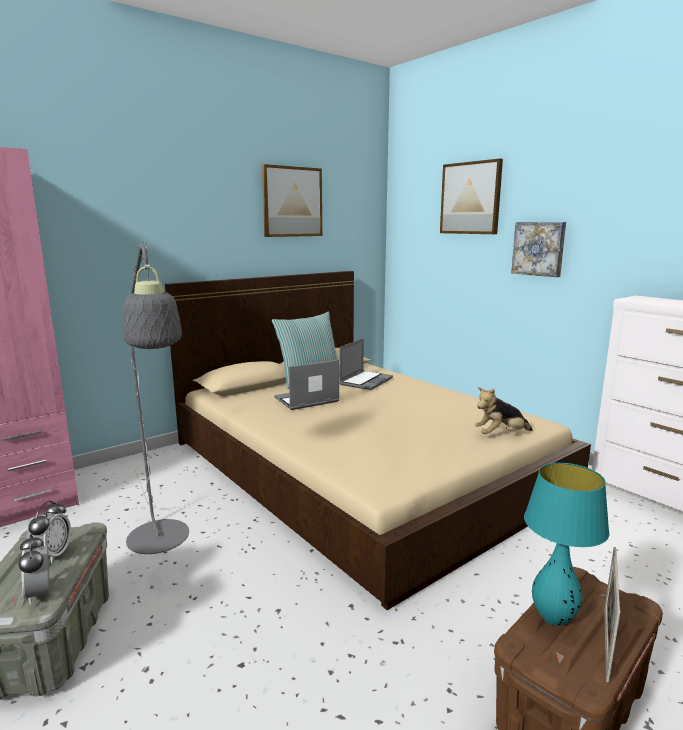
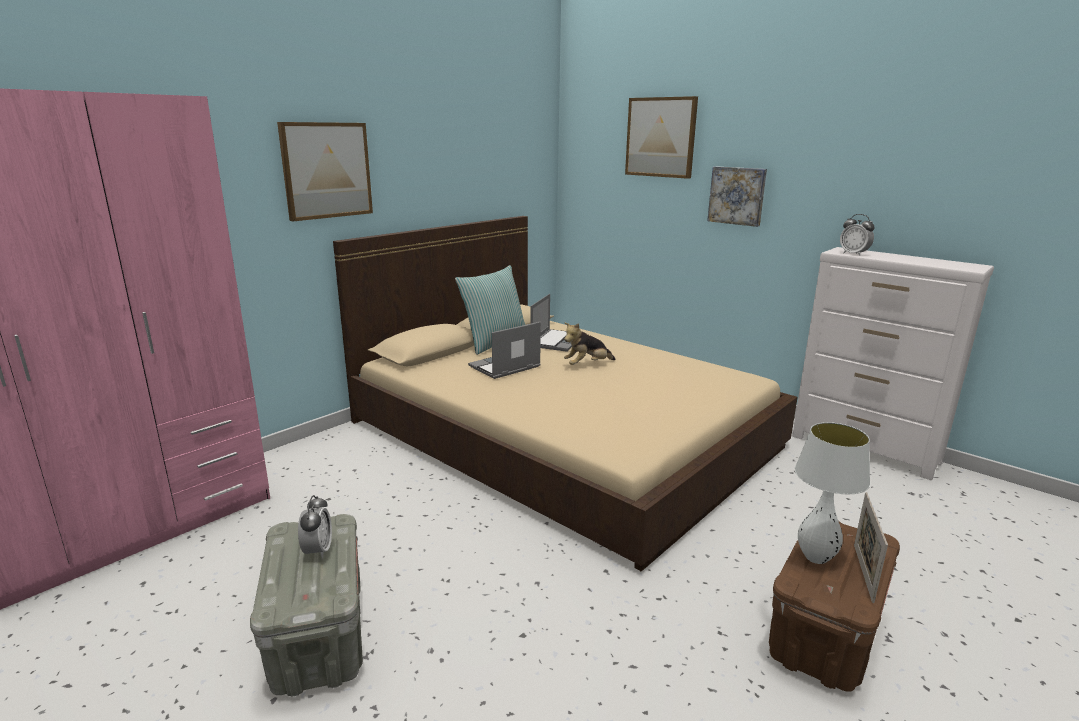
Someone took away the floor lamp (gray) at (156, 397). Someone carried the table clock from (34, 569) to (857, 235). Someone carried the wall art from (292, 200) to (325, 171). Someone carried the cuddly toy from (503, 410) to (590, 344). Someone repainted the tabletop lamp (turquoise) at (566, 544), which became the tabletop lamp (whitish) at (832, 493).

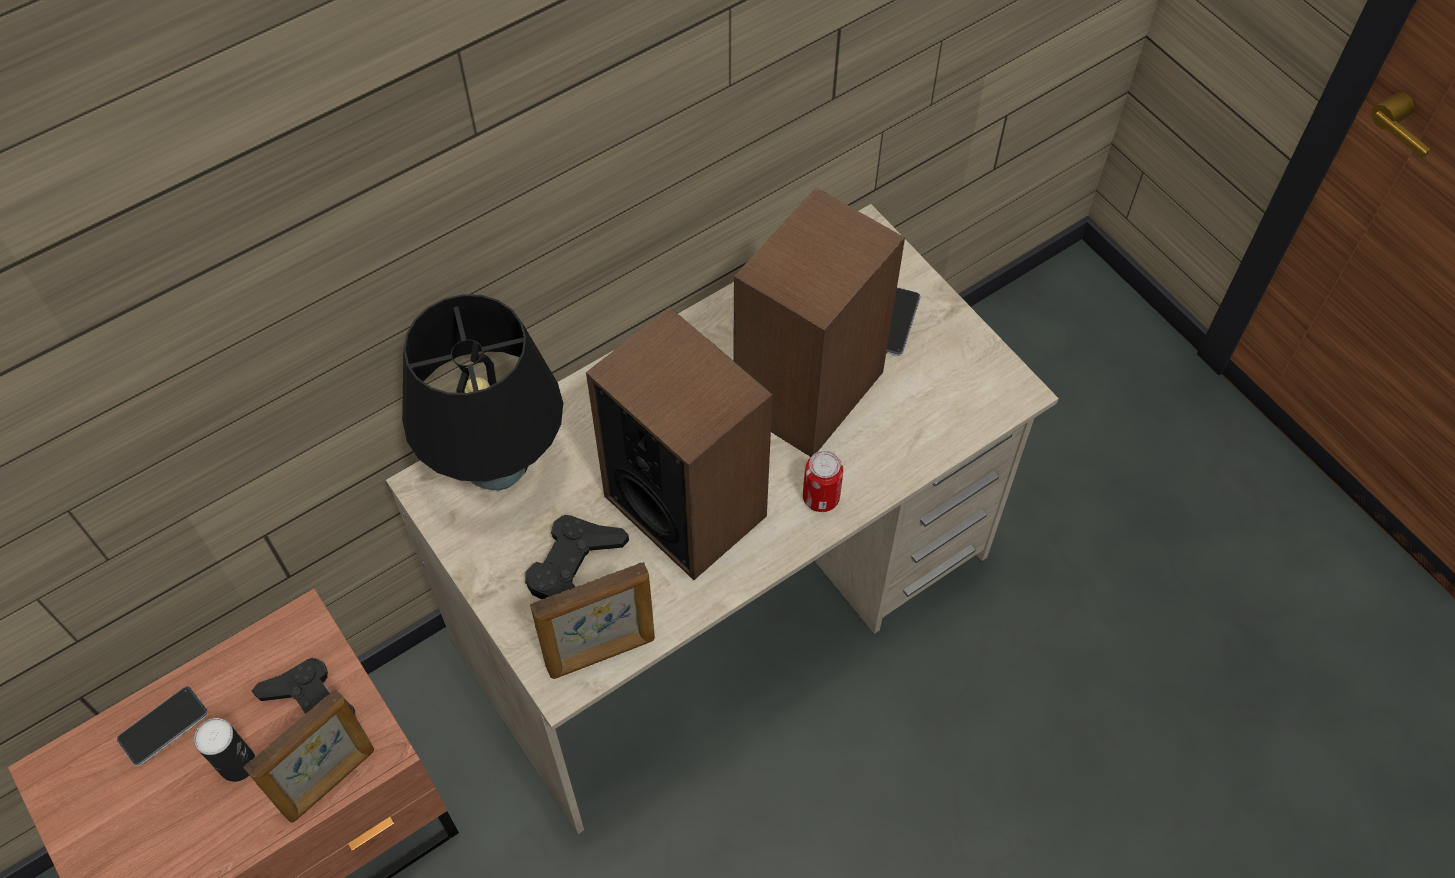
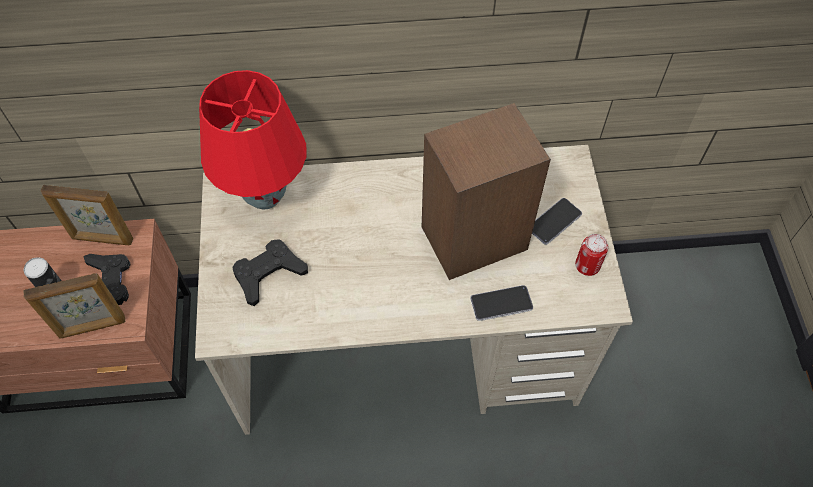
Someone took away the audio speaker at (679, 443). Someone carried the phone from (162, 726) to (501, 303). Someone carried the picture frame from (592, 620) to (86, 215). Someone carried the sealed can from (823, 481) to (591, 255). Someone repainted the tabletop lamp (black) at (482, 392), which became the tabletop lamp (reddish) at (253, 139).

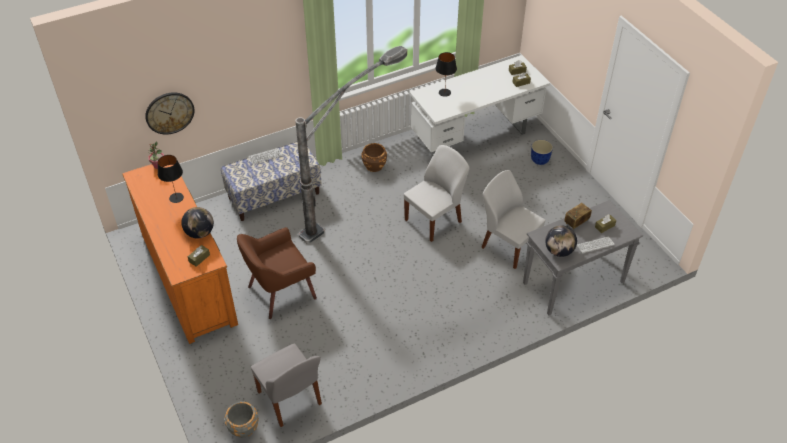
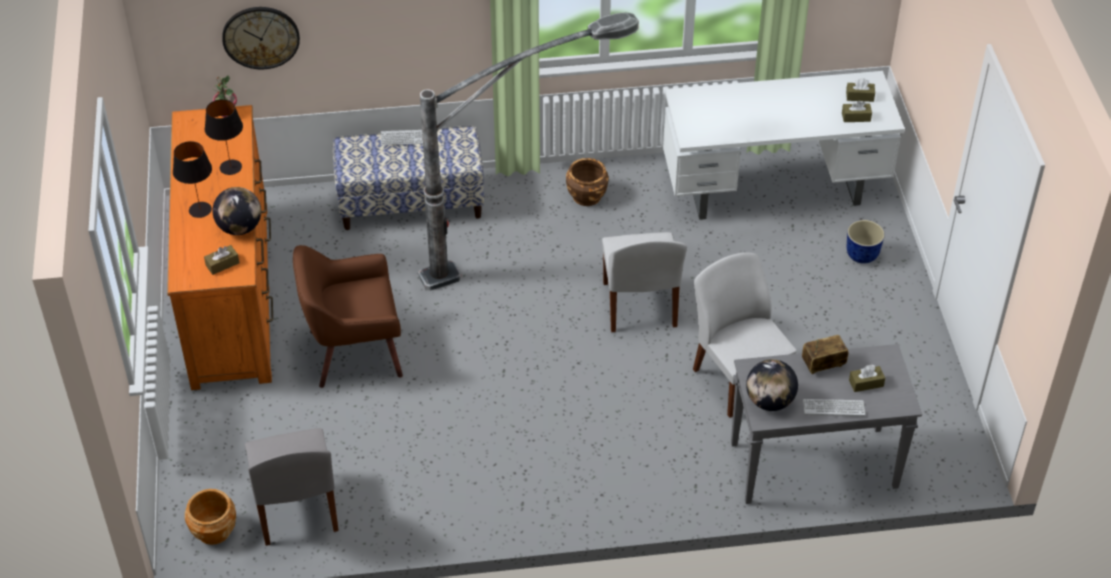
Someone carried the tabletop lamp (black) from (446, 74) to (192, 179). Someone repainted the flower pot (gray) at (242, 419), which became the flower pot (brownish) at (210, 517). Someone rotated the plain chair (whitish) at (437, 193) by 105 degrees clockwise.

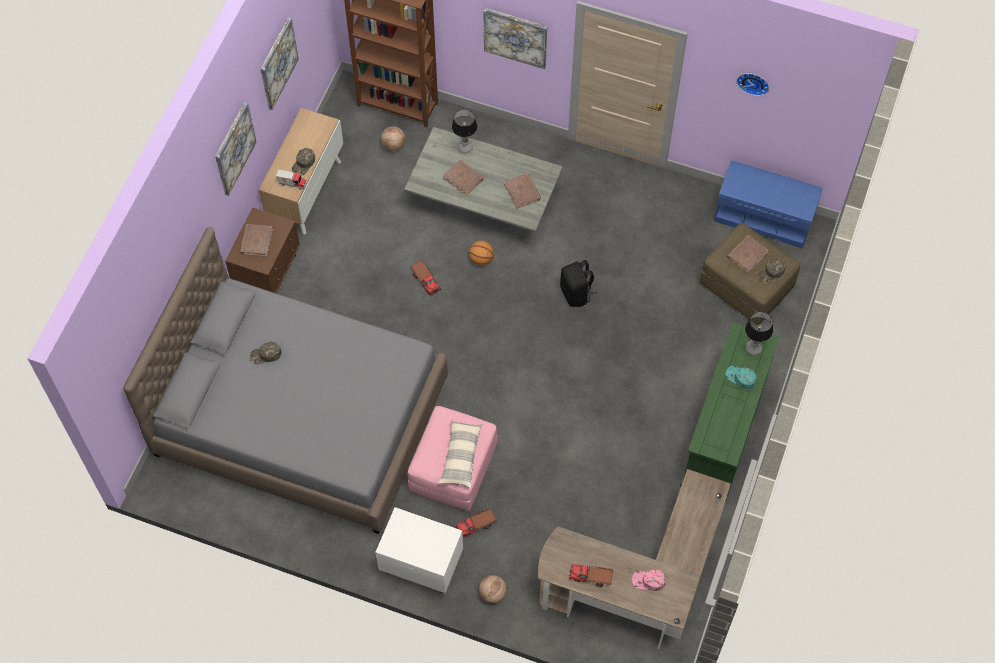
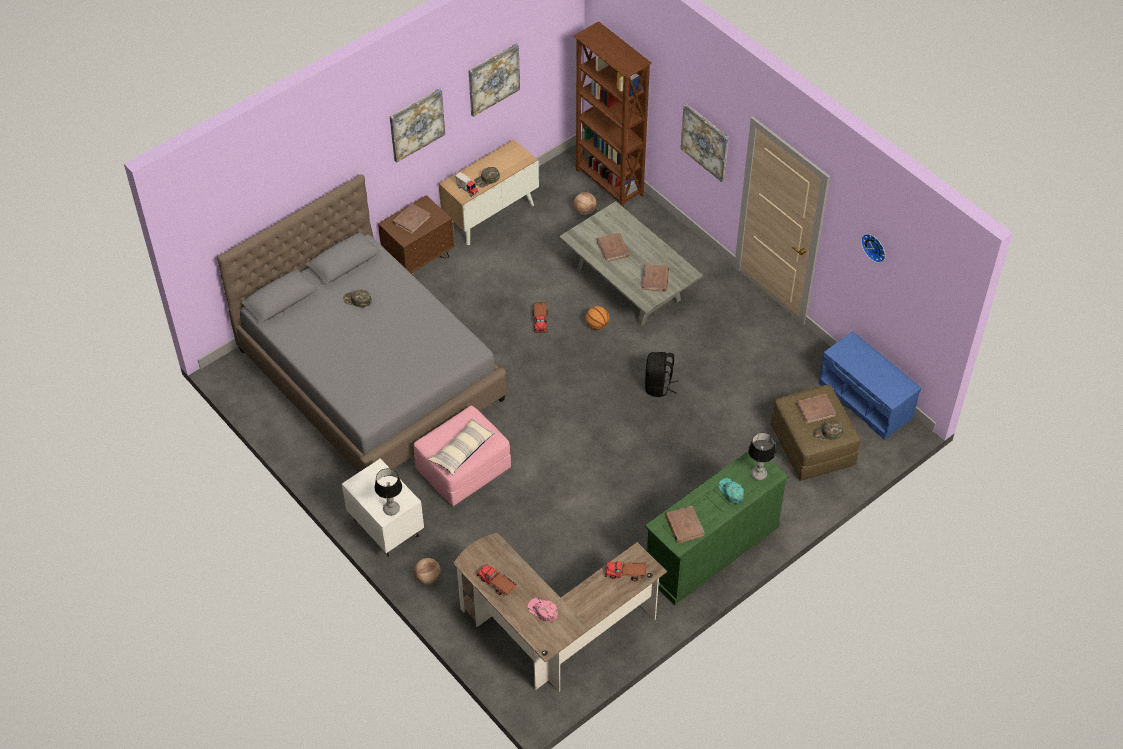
Someone put down the bound book (brownish) at (684, 524). Someone carried the tabletop lamp from (464, 131) to (388, 492). Someone carried the toy truck from (476, 522) to (626, 571).

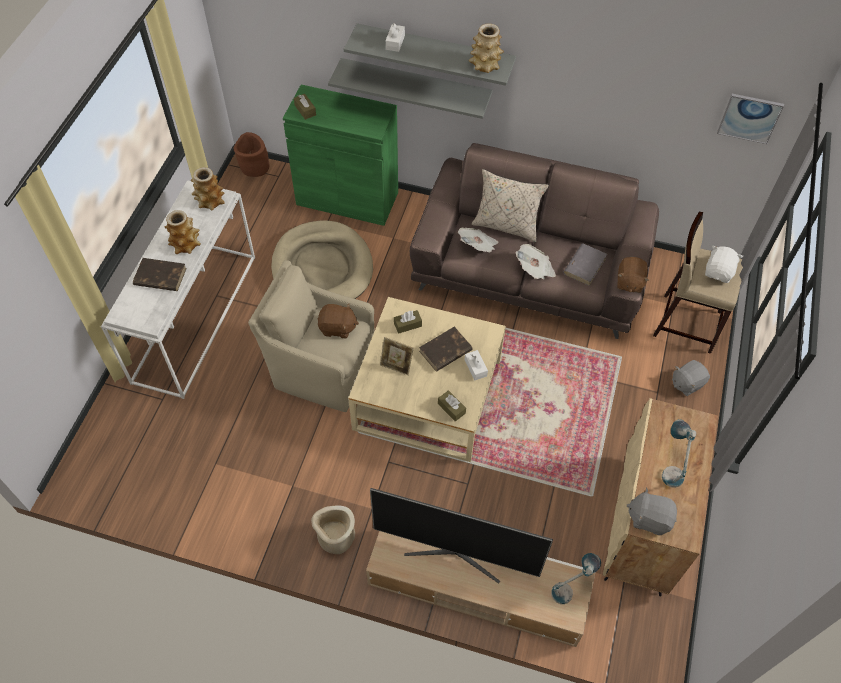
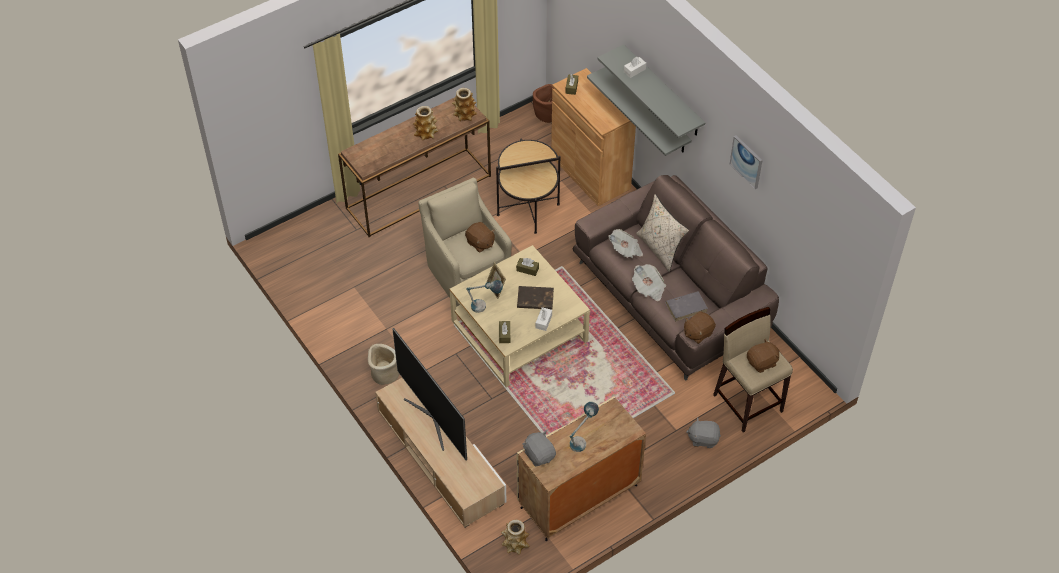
Someone took away the bound book (brownish) at (160, 274). Someone carried the decorative vase from (486, 48) to (515, 537). Someone carried the tabletop lamp from (576, 578) to (484, 296). Someone carried the wall art from (750, 119) to (746, 162). Someone swapped the dog cushion (sand-coloured) at (322, 259) for the side table at (528, 186). Someone repainted the hall table (whitish) at (178, 289), which became the hall table (brownish) at (414, 167). Someone repainted the cupboard (green) at (340, 155), which became the cupboard (brownish) at (593, 137). Someone repainted the cuddly toy (whitish) at (724, 264), which became the cuddly toy (brownish) at (763, 355).

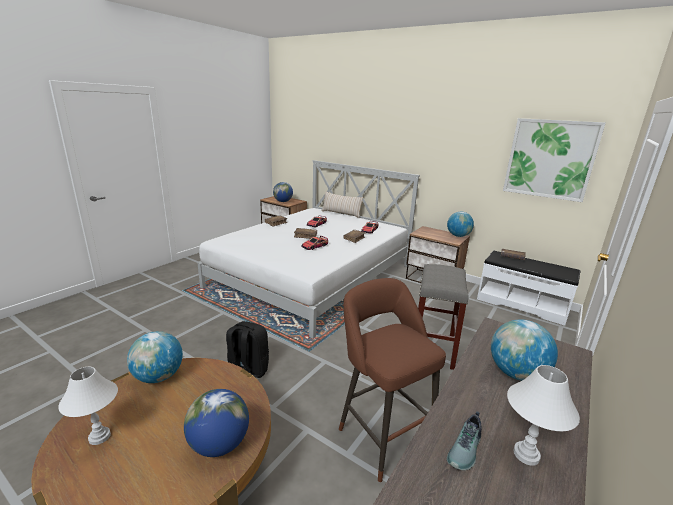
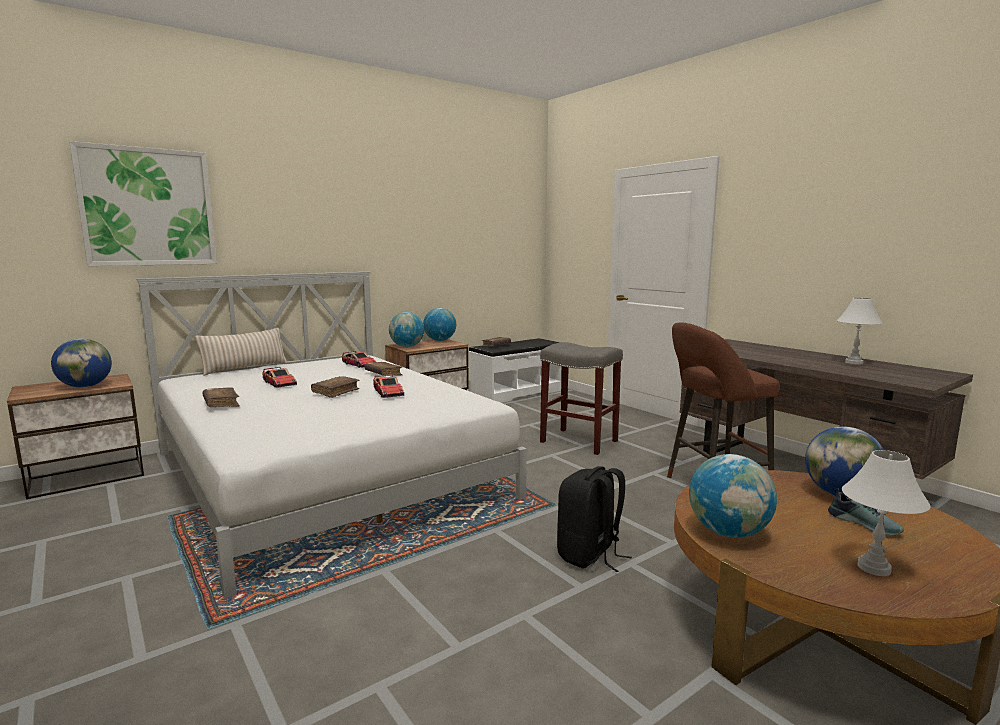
Someone carried the low shoe from (464, 441) to (866, 512). Someone carried the globe from (524, 350) to (406, 329). Someone carried the wall art from (554, 160) to (143, 203).

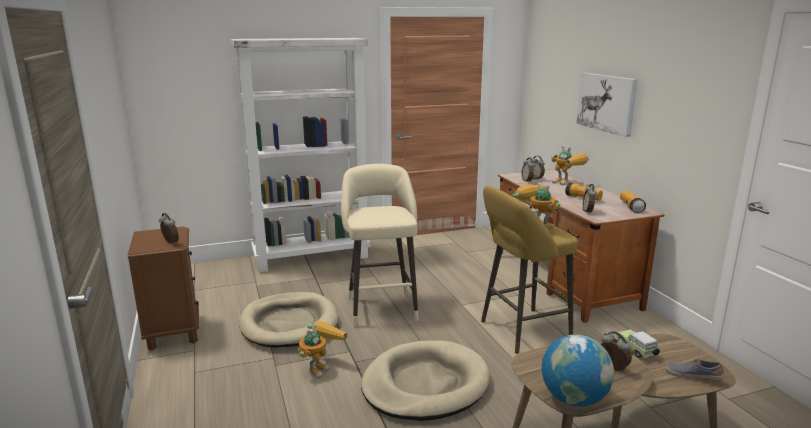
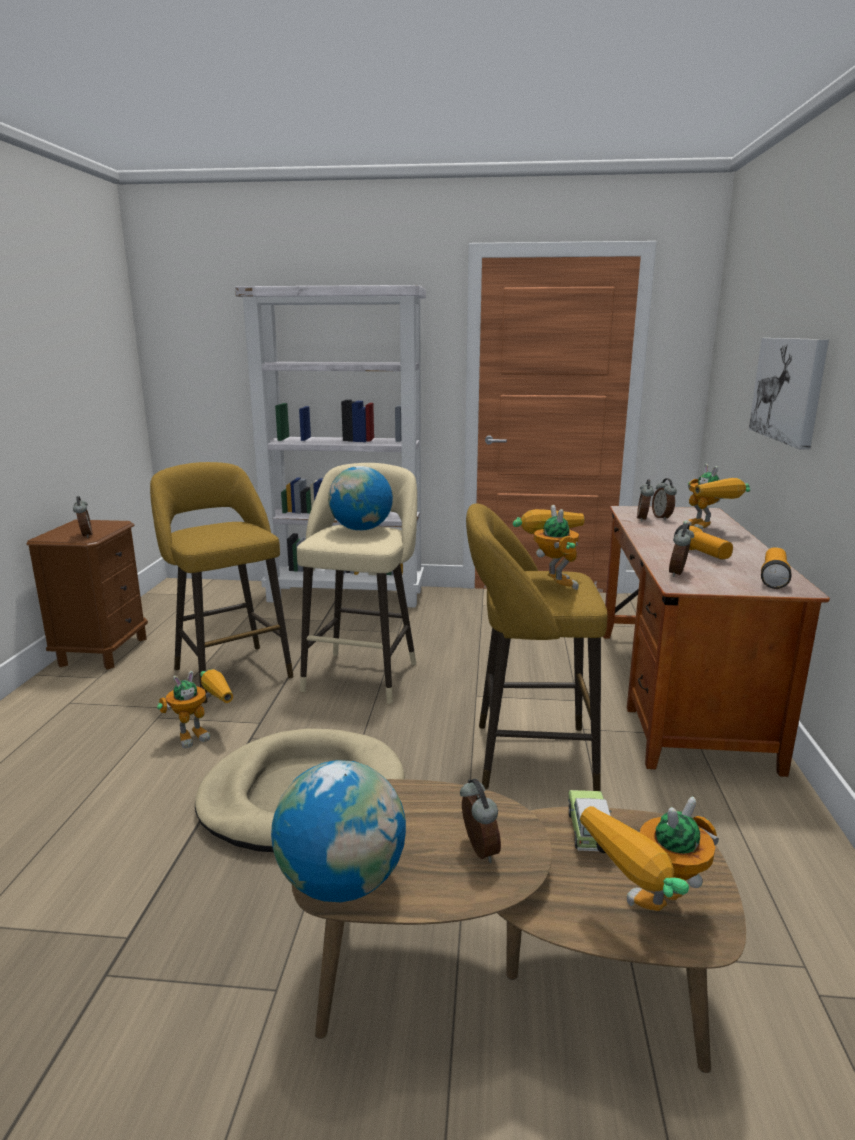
Someone put down the globe at (360, 498). Someone swapped the dog cushion (sand-coloured) at (288, 320) for the stool (yellow-coloured) at (222, 582). Someone swapped the low shoe at (695, 369) for the model robot at (649, 854).

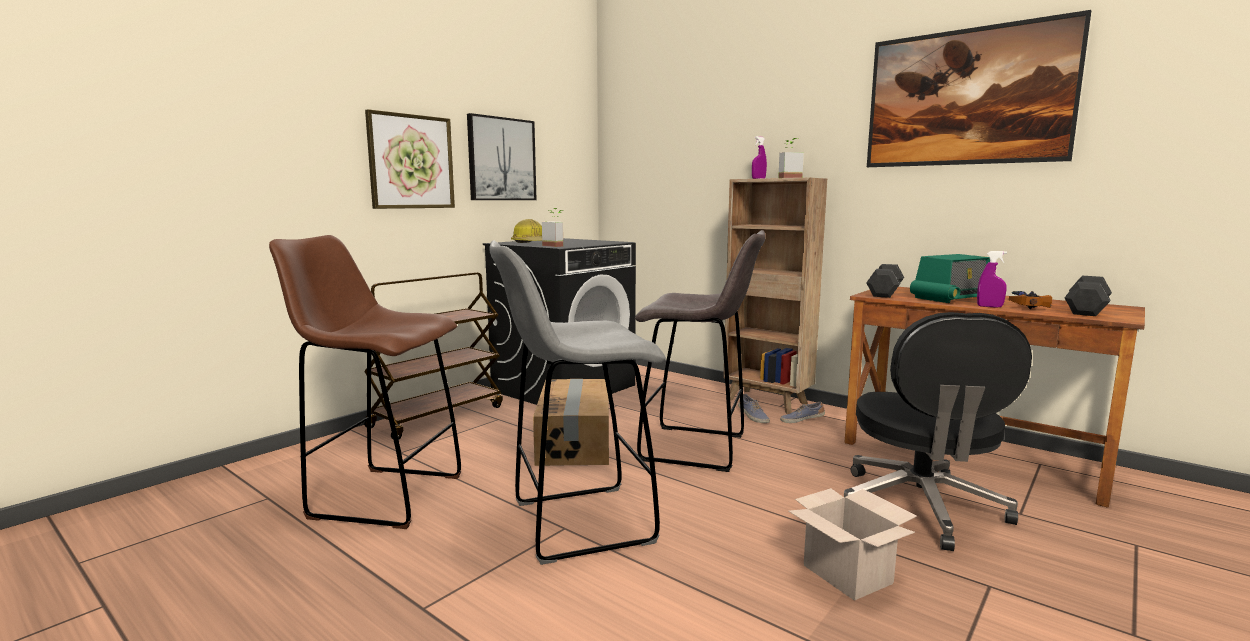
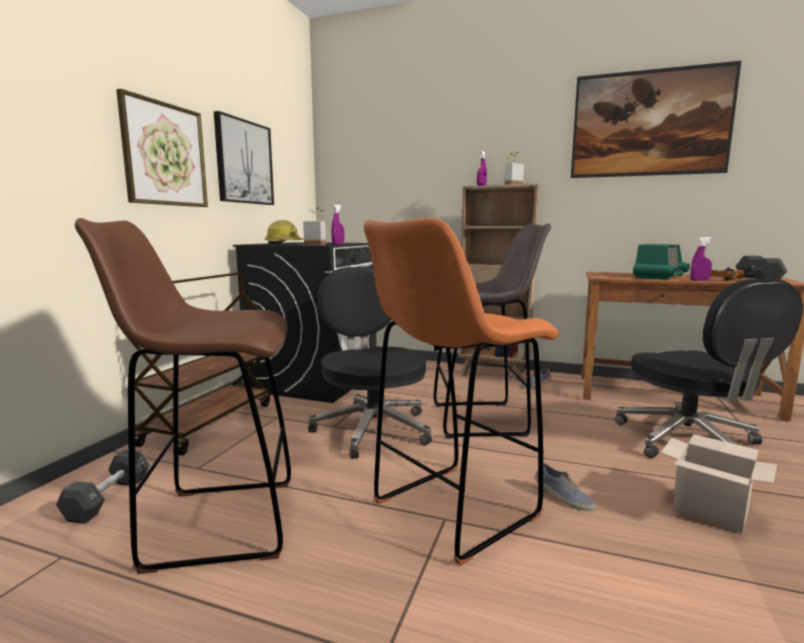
Someone put down the sprayer (purple-coloured) at (337, 224). Someone carried the low shoe from (754, 408) to (565, 487). Someone carried the hand weight (black) from (885, 281) to (103, 486). Someone swapped the packing box at (571, 422) for the office chair (black) at (370, 362). Someone repainted the stool (gray) at (577, 402), which became the stool (orange-coloured) at (461, 392).

